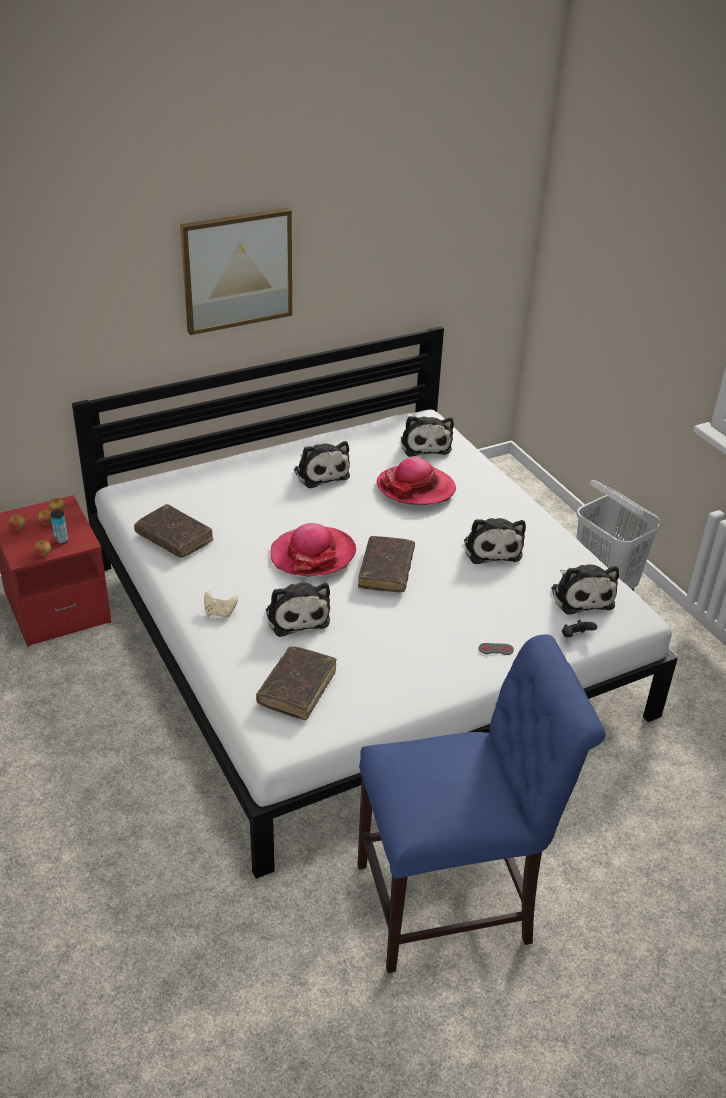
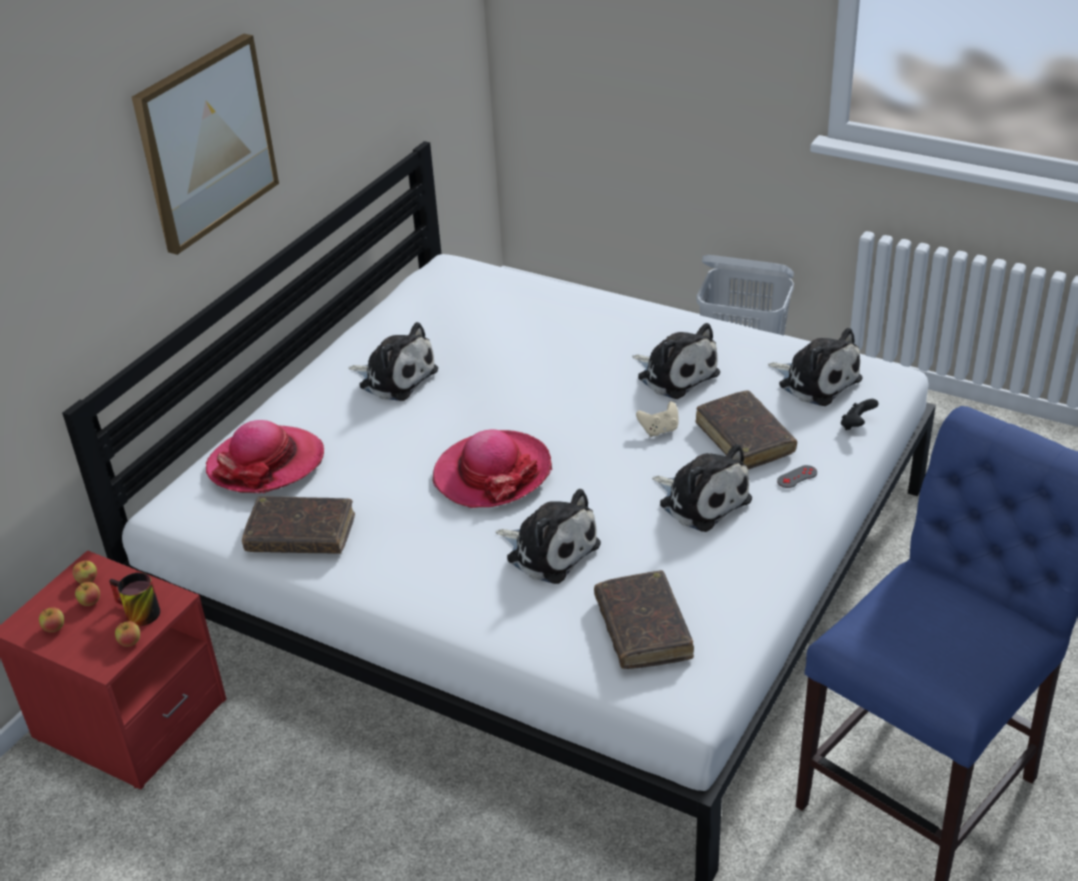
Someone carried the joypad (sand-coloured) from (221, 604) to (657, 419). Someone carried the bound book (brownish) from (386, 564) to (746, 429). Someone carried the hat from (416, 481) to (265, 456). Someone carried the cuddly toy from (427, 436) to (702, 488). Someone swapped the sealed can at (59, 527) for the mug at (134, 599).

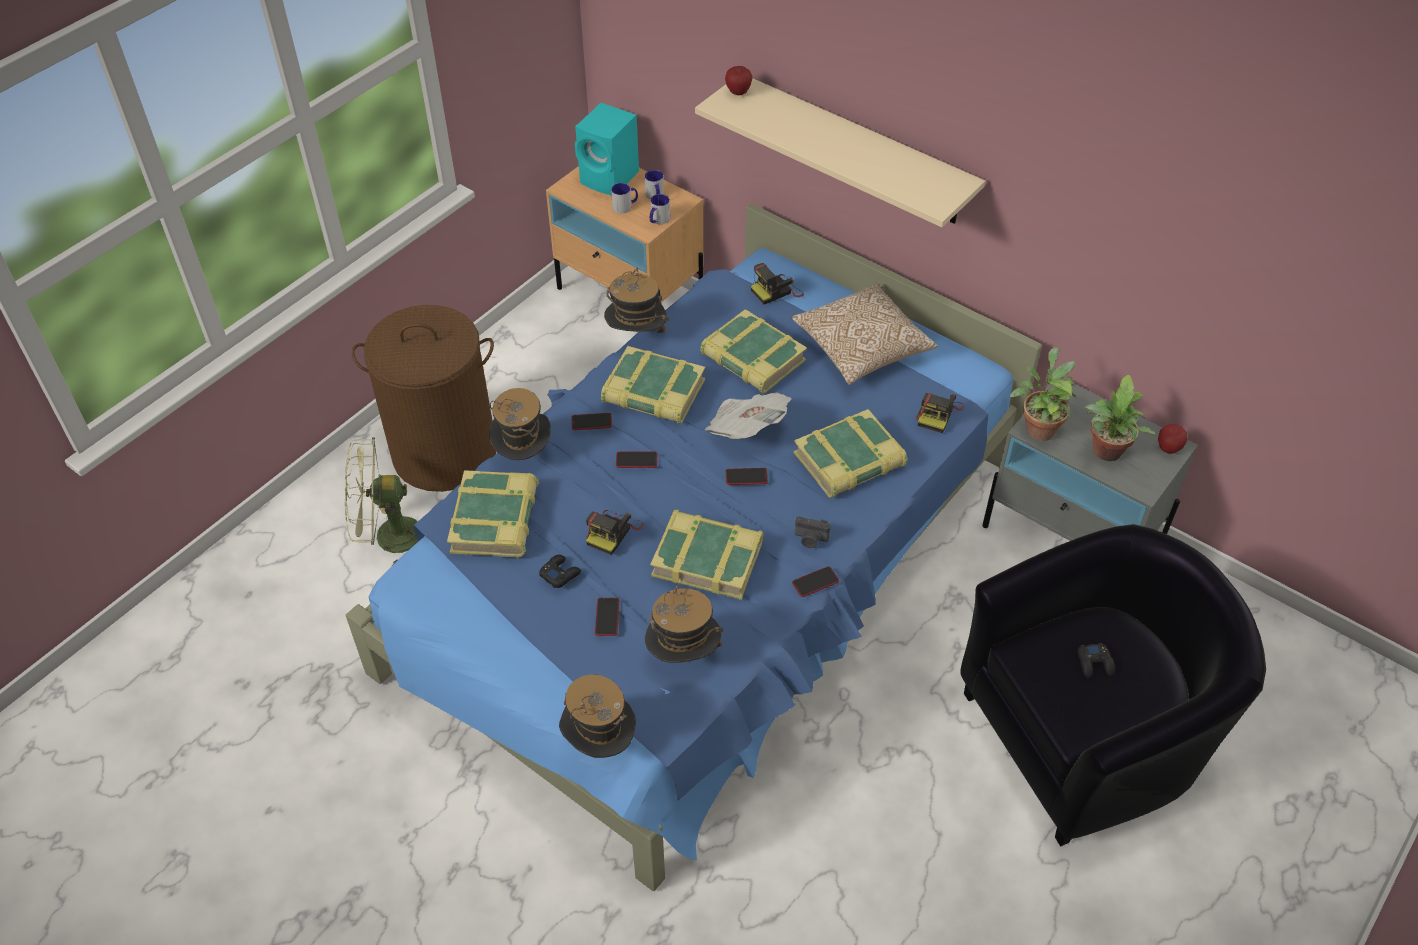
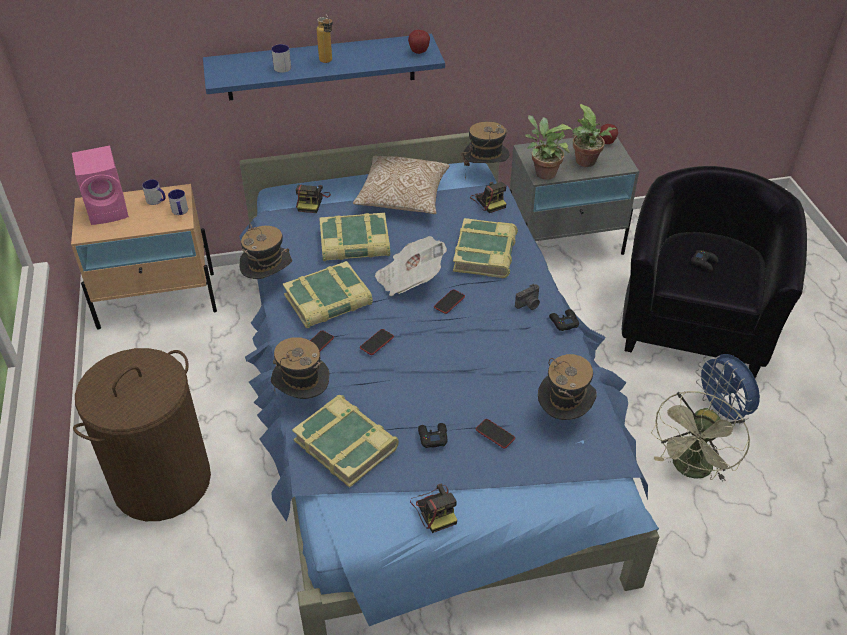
Someone took away the bound book at (706, 554). Someone put down the drink bottle at (325, 39). Someone put down the cooling fan (blue) at (728, 389). Someone carried the cooling fan (green) from (381, 501) to (700, 436). Someone carried the hat from (597, 716) to (485, 150). Someone carried the photo camera from (615, 532) to (433, 508). Someone carried the mug from (624, 198) to (281, 58). Someone carried the apple from (739, 80) to (419, 42). Someone swapped the phone at (815, 581) for the joypad (black) at (564, 320). Someone repainted the audio speaker (turquoise) at (607, 149), which became the audio speaker (pink-coloured) at (100, 185). Someone repainted the wall shelf (sand-coloured) at (840, 152), which became the wall shelf (blue) at (324, 67).

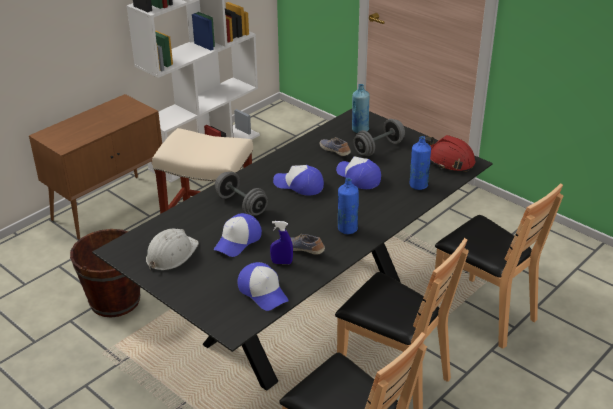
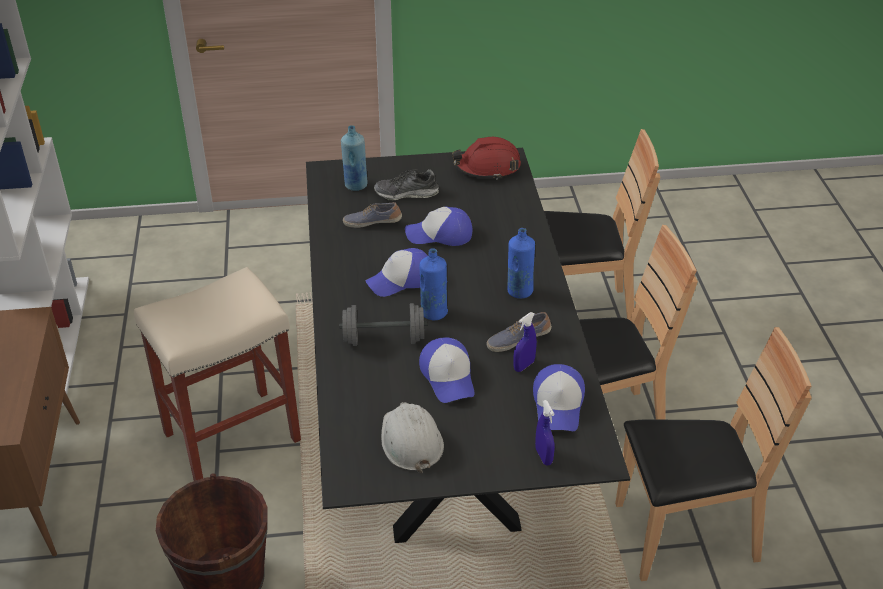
Someone put down the sprayer (blue) at (545, 433). Someone carried the drink bottle (blue) from (420, 163) to (434, 284). Someone swapped the hand weight (gray) at (379, 137) for the low shoe at (406, 184). Someone rotated the cap at (263, 286) by 90 degrees clockwise.

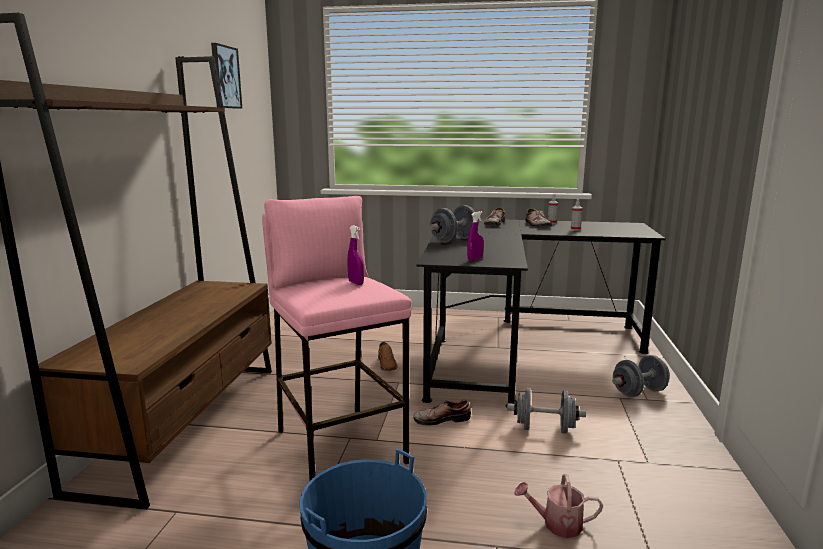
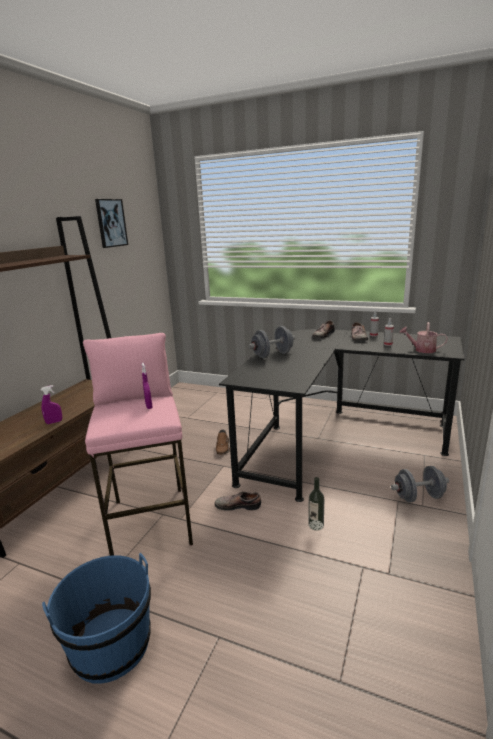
Someone carried the sprayer (purple-coloured) from (475, 236) to (51, 404). Someone carried the sprinkling can from (558, 506) to (423, 337). Someone swapped the hand weight (gray) at (546, 411) for the drink bottle at (316, 504).

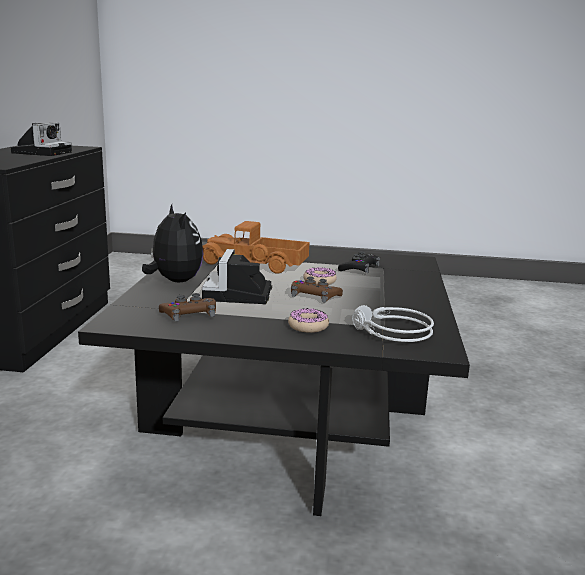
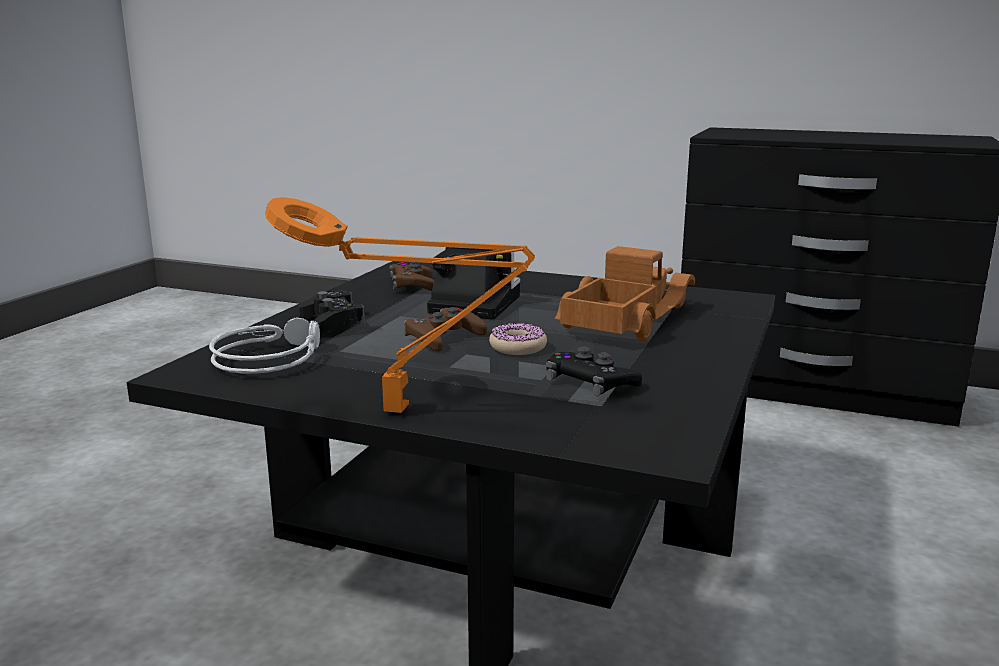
Someone took away the photo camera at (41, 139). Someone took away the cuddly toy at (172, 243). Someone put down the tabletop lamp (orange-coloured) at (400, 305). Someone swapped the ring doughnut at (308, 320) for the joypad (black) at (332, 312).

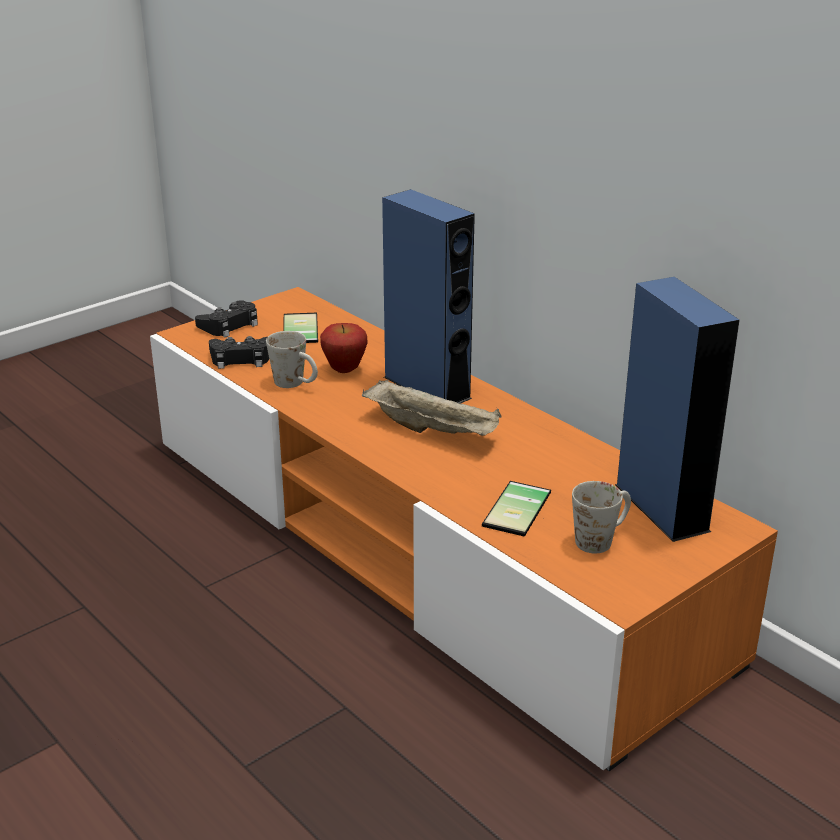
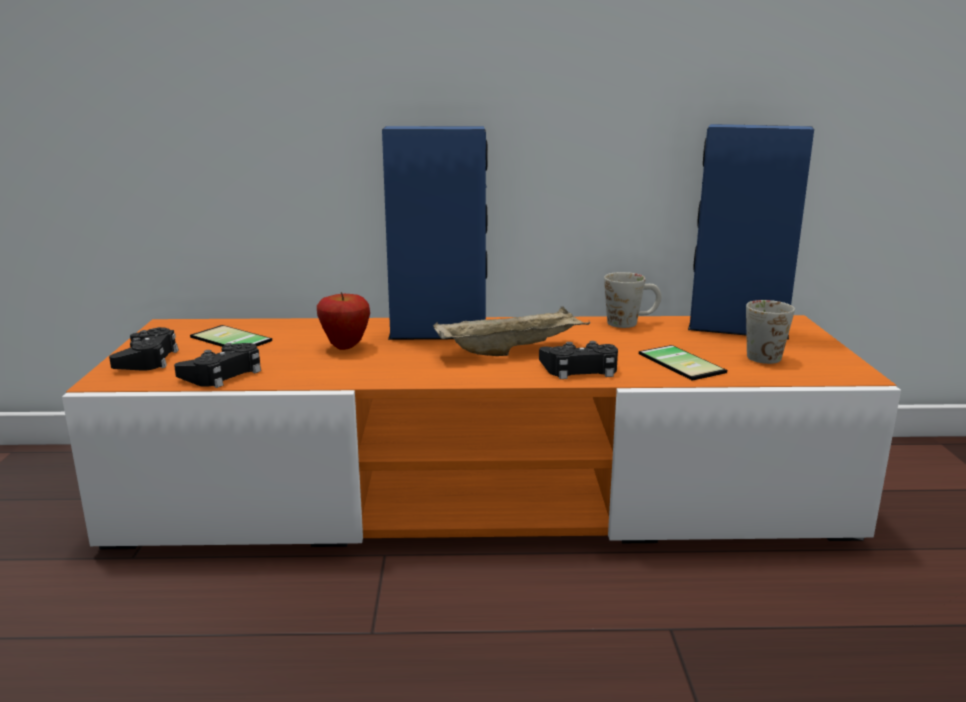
Someone put down the joypad (black) at (578, 360). Someone carried the mug (whitish) from (292, 359) to (632, 300).

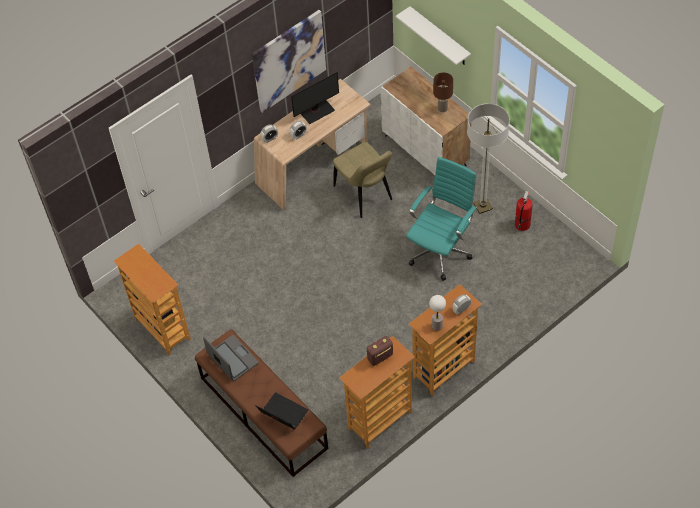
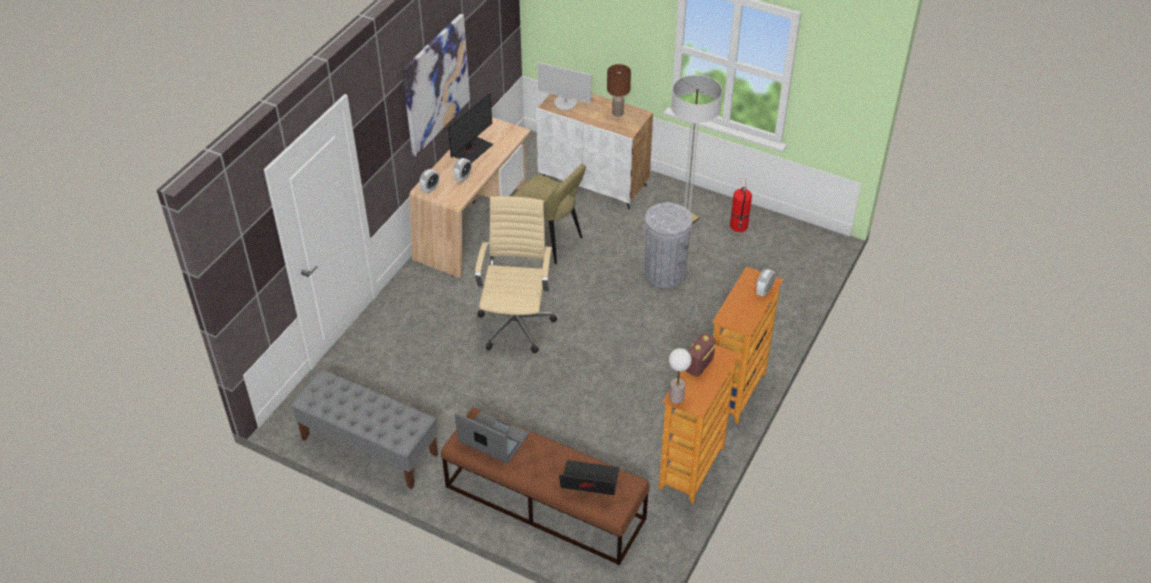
Someone took away the wall shelf (whitish) at (433, 35). Someone put down the office chair (sand-coloured) at (516, 274). Someone put down the computer screen at (564, 86). Someone carried the tabletop lamp from (437, 313) to (680, 376). Someone swapped the bookshelf at (152, 300) for the indoor bench (gray) at (364, 429). Someone swapped the office chair (turquoise) at (441, 219) for the trash can (gray) at (668, 245).

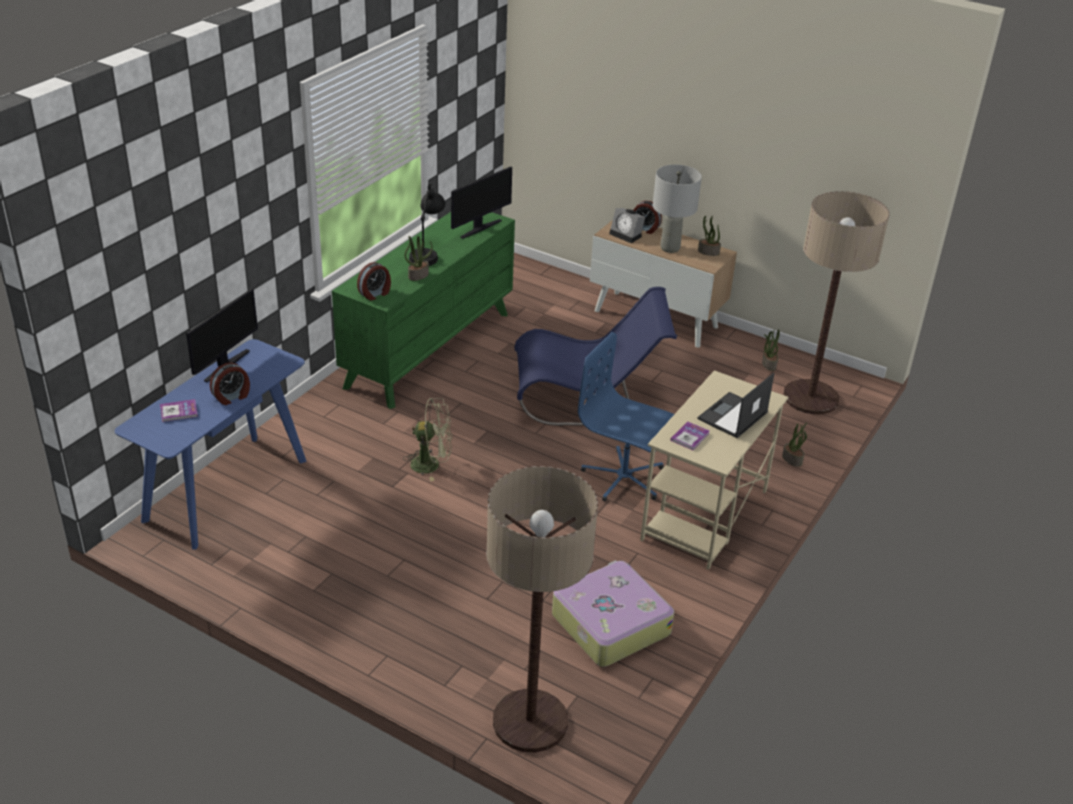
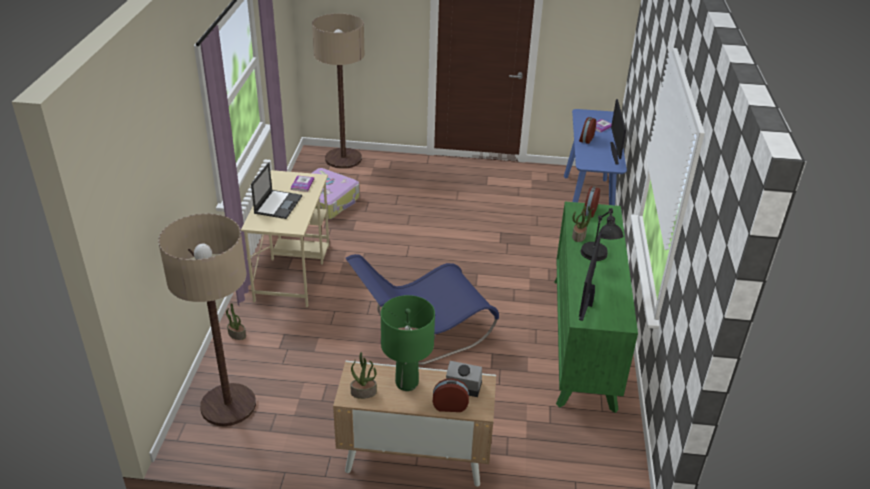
Someone took away the cooling fan (green) at (427, 439). Someone took away the office chair (blue) at (626, 416). Someone took away the houseplant at (771, 350). Someone repainted the tabletop lamp (gray) at (677, 209), which became the tabletop lamp (green) at (408, 343).

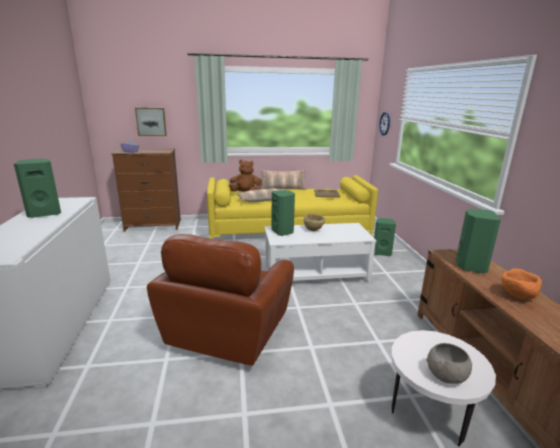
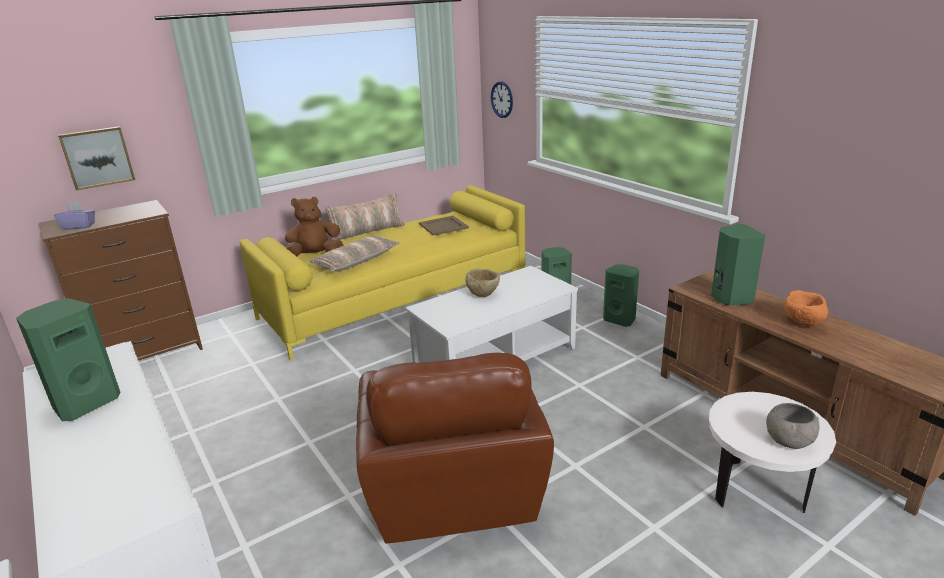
Someone carried the audio speaker (green) from (283, 213) to (621, 295).

